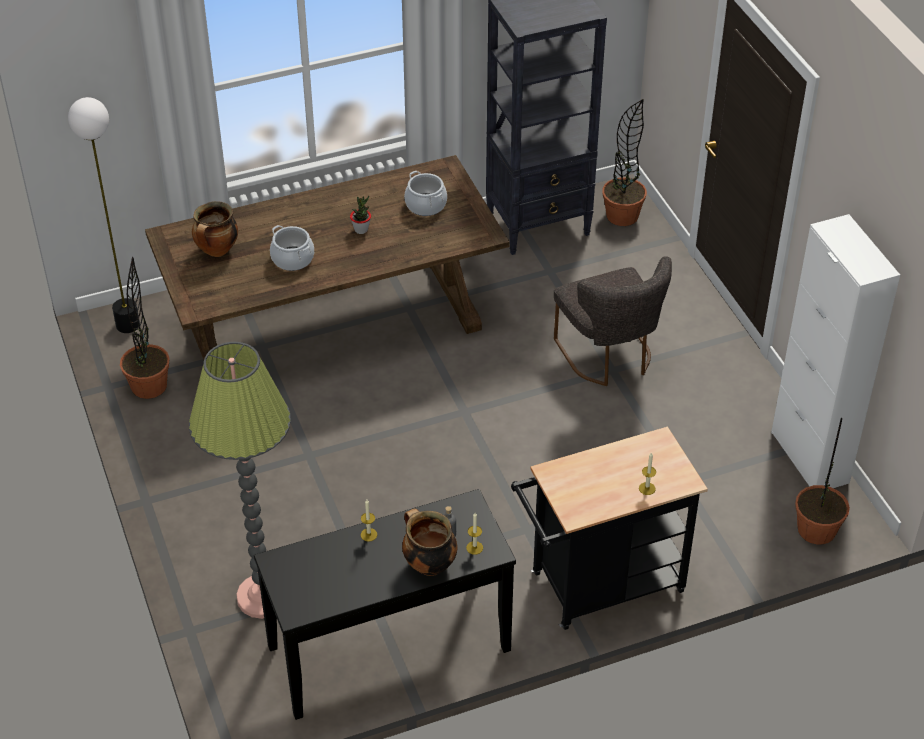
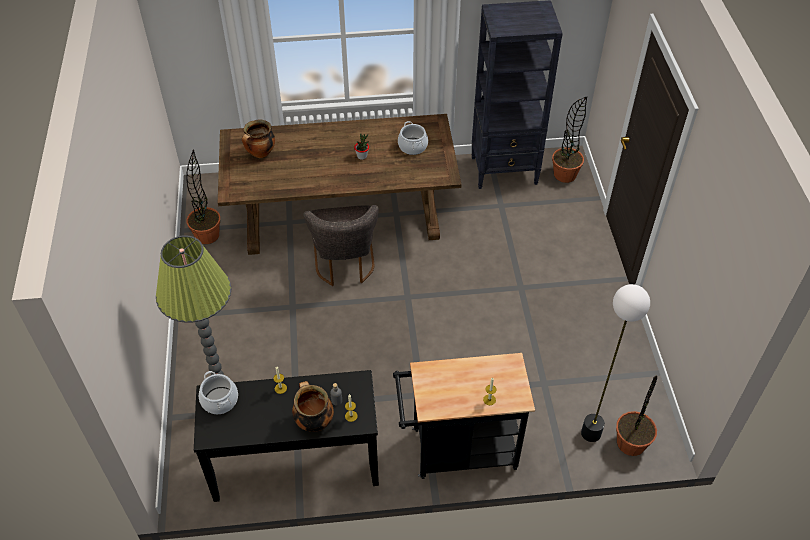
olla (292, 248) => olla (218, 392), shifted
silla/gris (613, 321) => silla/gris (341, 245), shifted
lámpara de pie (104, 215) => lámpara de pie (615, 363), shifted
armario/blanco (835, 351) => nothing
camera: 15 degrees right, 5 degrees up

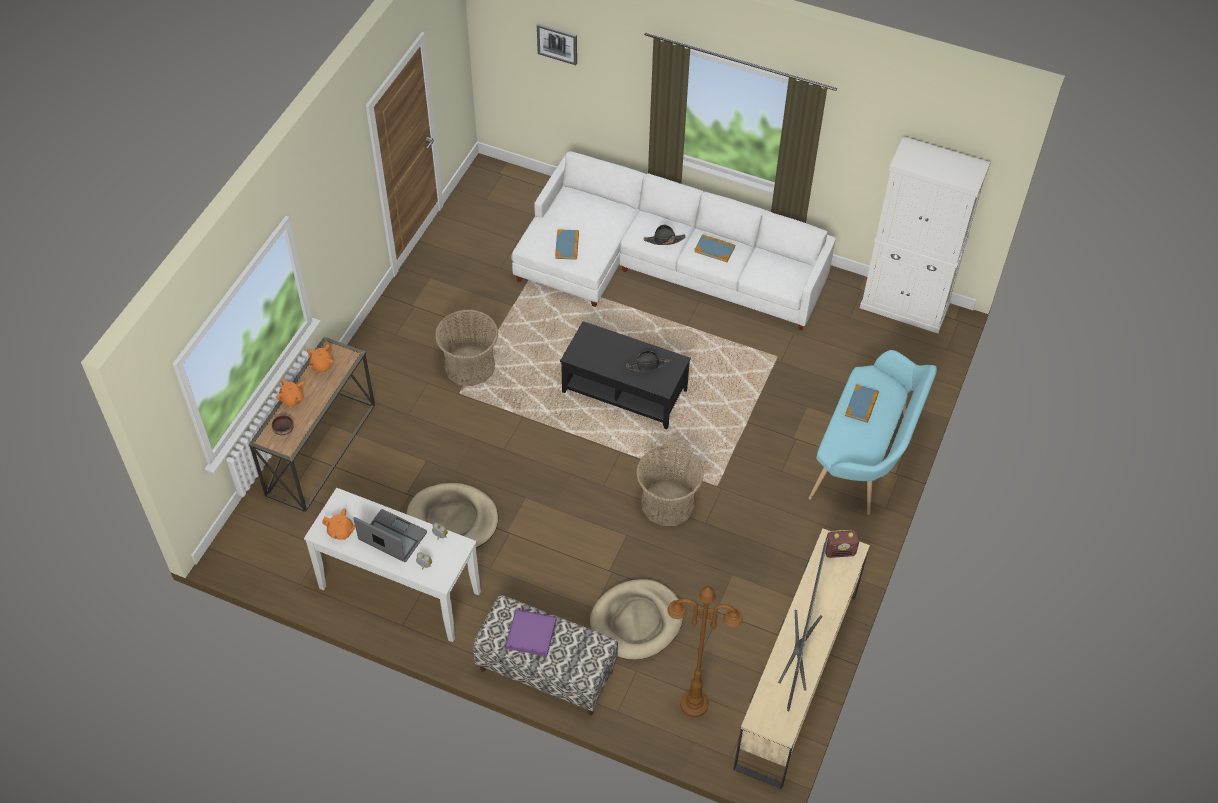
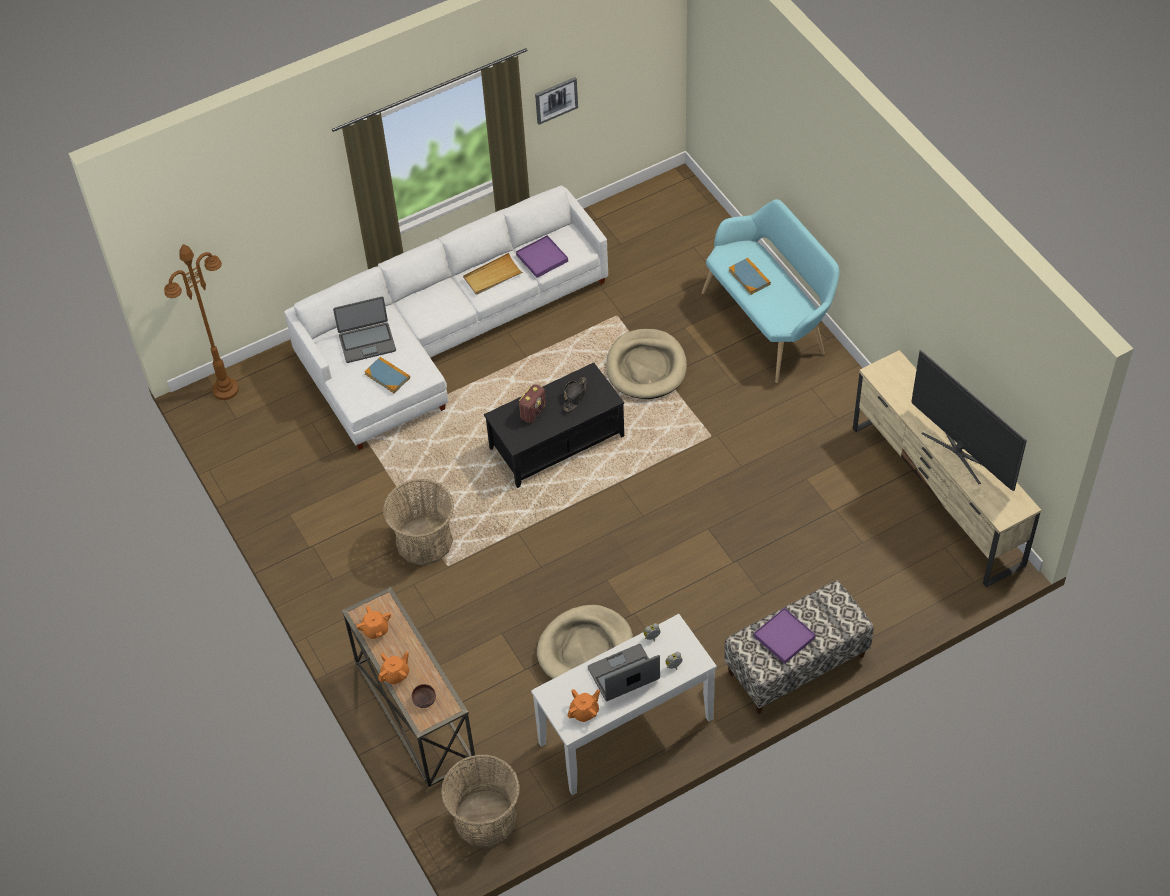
lámpara de pie/marrón (705, 651) => lámpara de pie/marrón (201, 322), shifted
nothing => portátil (364, 329)
tetera/naranja (290, 393) => tetera/naranja (393, 668), 45 degrees counterclockwise
cesta (670, 485) => cesta (480, 801), shifted
libro (714, 248) => bandeja/beis (493, 274)
nothing => bandeja/morado (542, 256)
radio (842, 544) => radio (532, 403), shifted
cuadro (557, 44) => cuadro (556, 101), shifted
cama para perro/beis (636, 619) => cama para perro/beis (646, 364), shifted
sombrero/negro (664, 235) => nothing
armario/blanco (925, 234) => nothing
camera: 50 degrees left, 0 degrees up

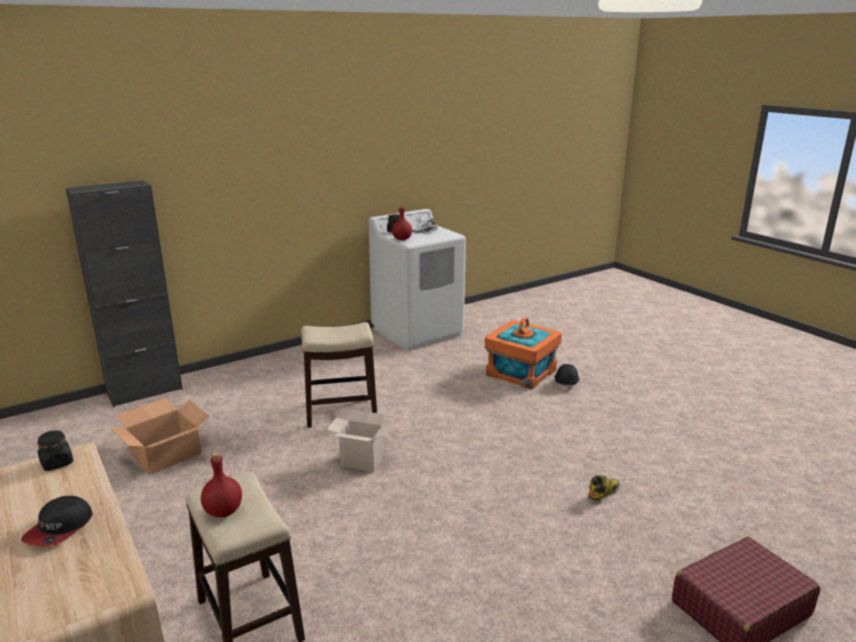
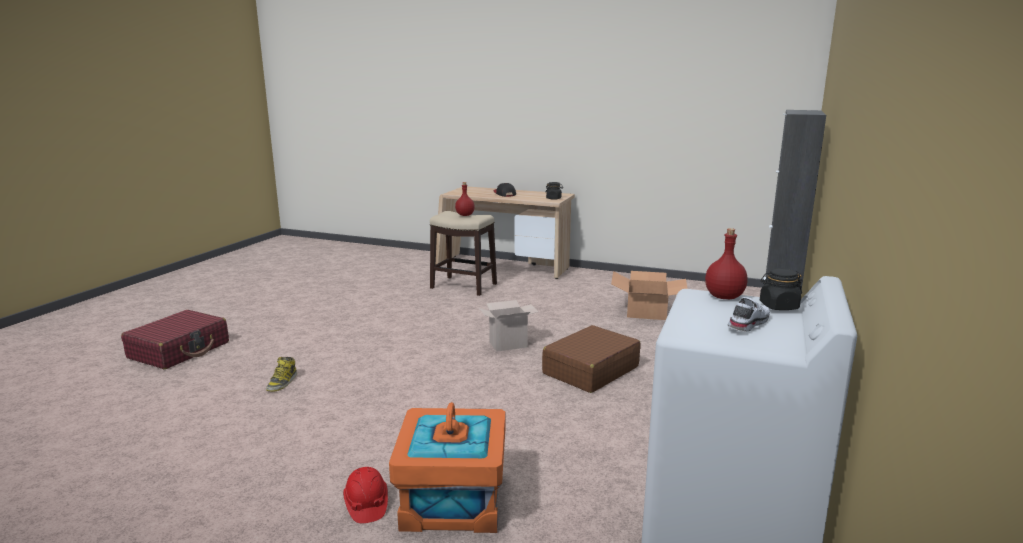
casco/negro (567, 378) => casco/rojo (365, 495)
taburete (339, 375) => maleta/marrón (591, 359)
camera: 145 degrees right, 5 degrees down

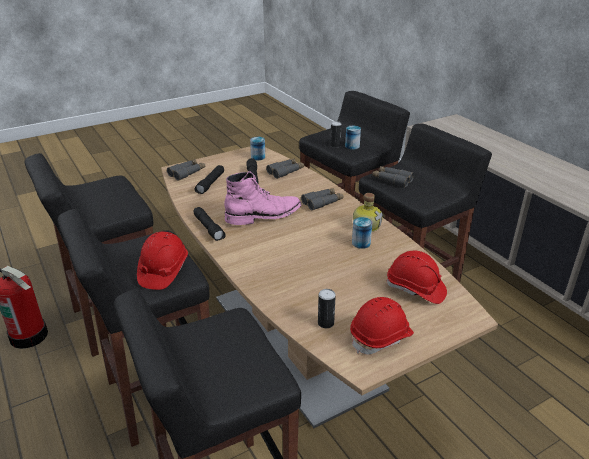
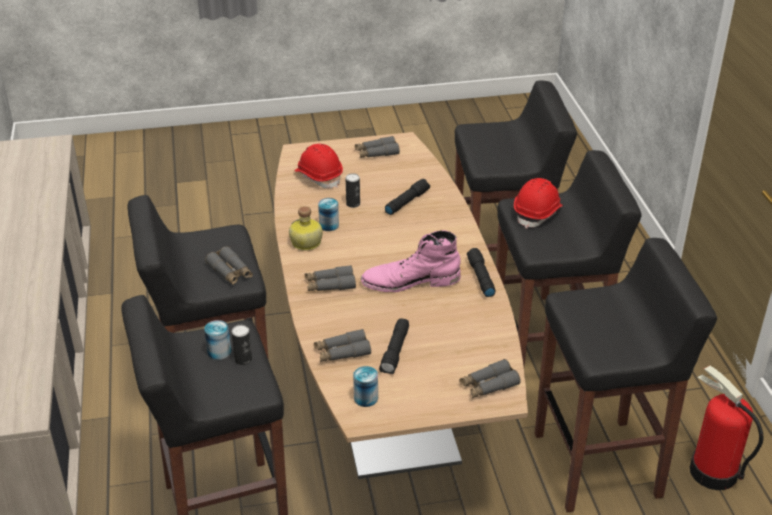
lata (327, 308) => lata (353, 190), shifted
casco/rojo (382, 325) => prismáticos/gris (377, 147)
linterna/negro (209, 179) => linterna/negro (407, 197), shifted
camera: 160 degrees left, 5 degrees up

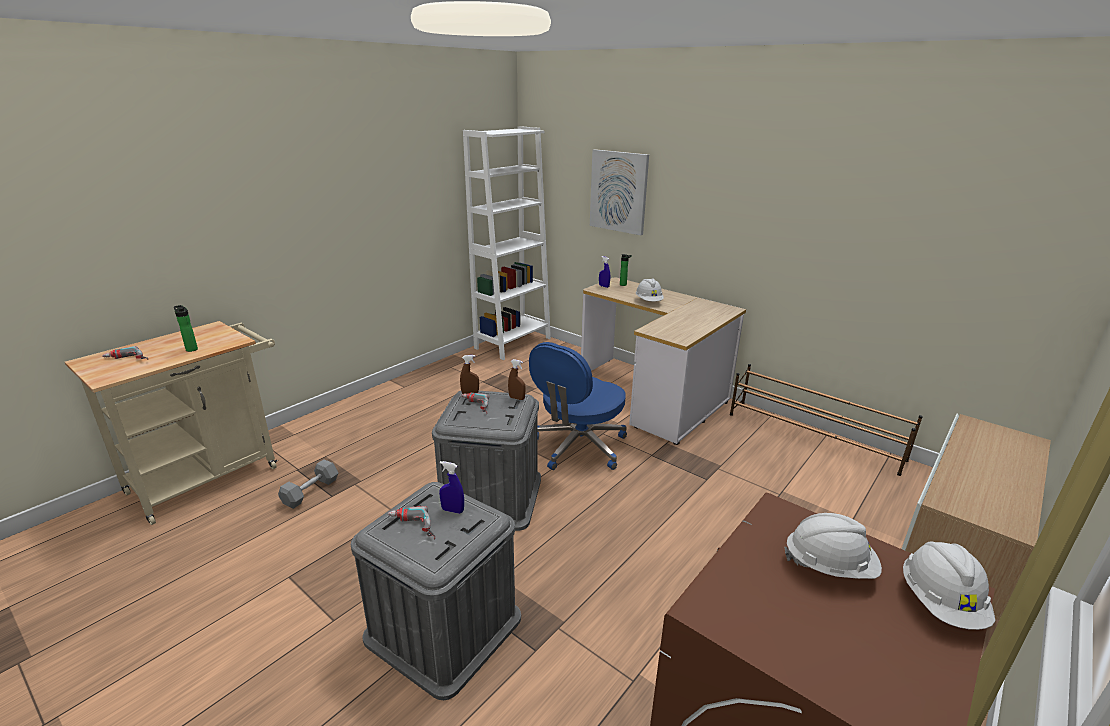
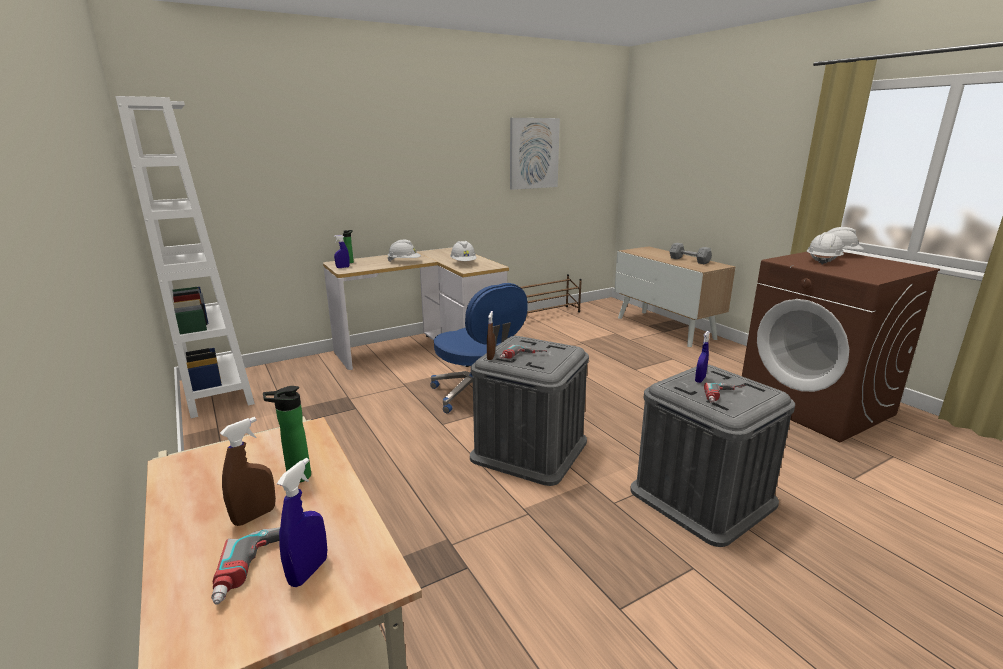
pulverizador/marrón (516, 379) => pulverizador/marrón (248, 471), shifted
nothing => pulverizador/azul (302, 522)
nothing => casco/blanco (463, 251)
cuadro (619, 192) => cuadro (535, 154), shifted
mancuerna/gris (308, 484) => mancuerna/gris (690, 253), shifted
camera: 70 degrees left, 5 degrees down

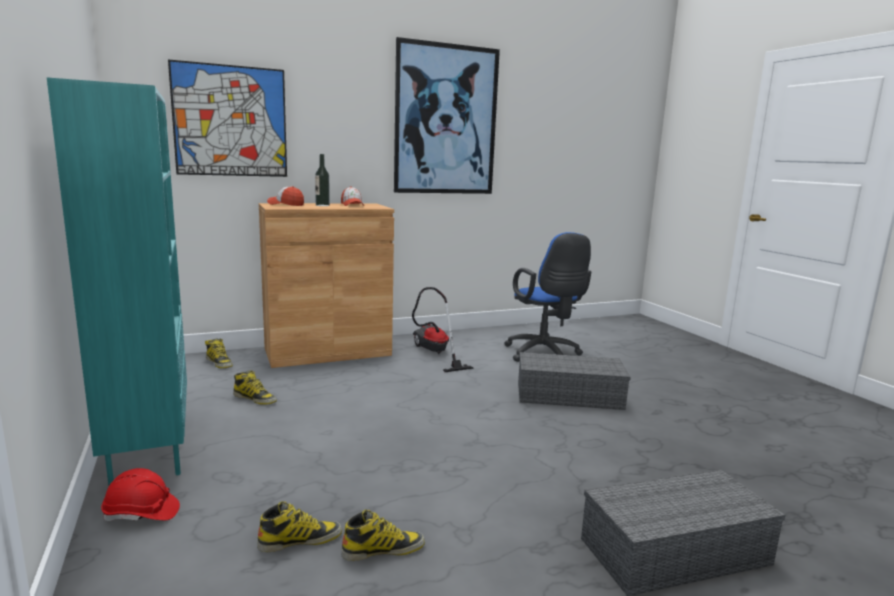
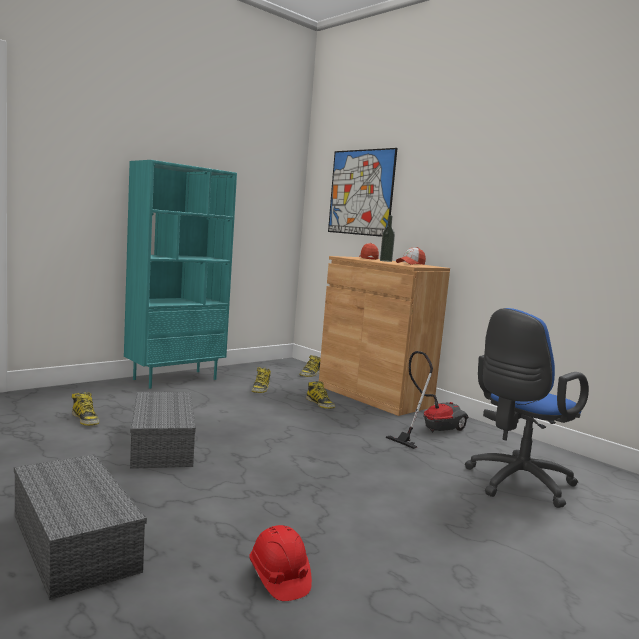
caja de almacenaje/gris (574, 381) => caja de almacenaje/gris (163, 430), shifted
casco/rojo (140, 494) => casco/rojo (280, 563), shifted
bota (383, 535) => bota (320, 395), shifted
cuadro (447, 115) => nothing
camera: 70 degrees right, 5 degrees down

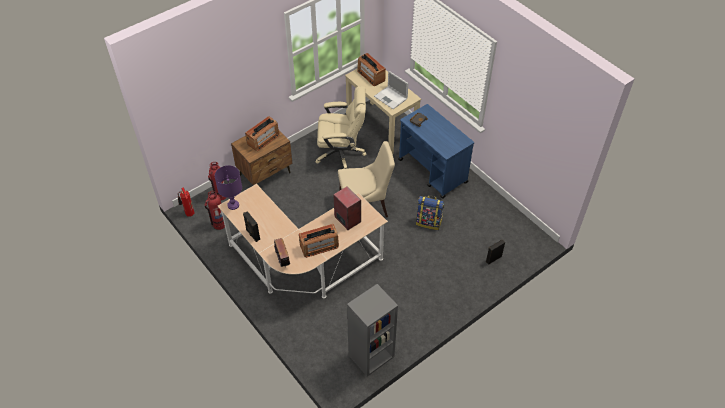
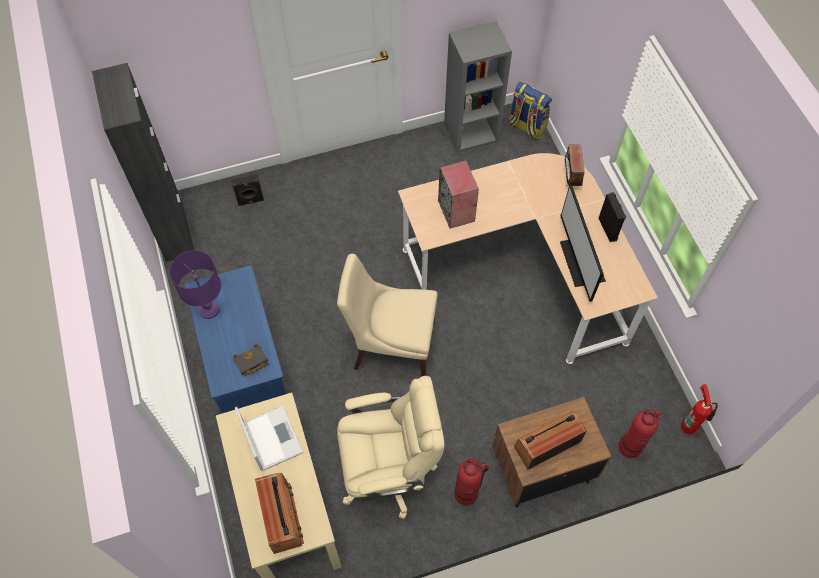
nothing => armario/negro (143, 162)
lámpara de mesa/morado (228, 187) => lámpara de mesa/morado (195, 284), shifted
silla de oficina/beis (341, 127) => silla de oficina/beis (390, 447), 150 degrees clockwise
extintor (215, 210) => extintor (471, 482), shifted
mochila (430, 212) => mochila (530, 110), shifted
nothing => monitor (583, 243)
radio (319, 241) => nothing
camera: 160 degrees left, 10 degrees up

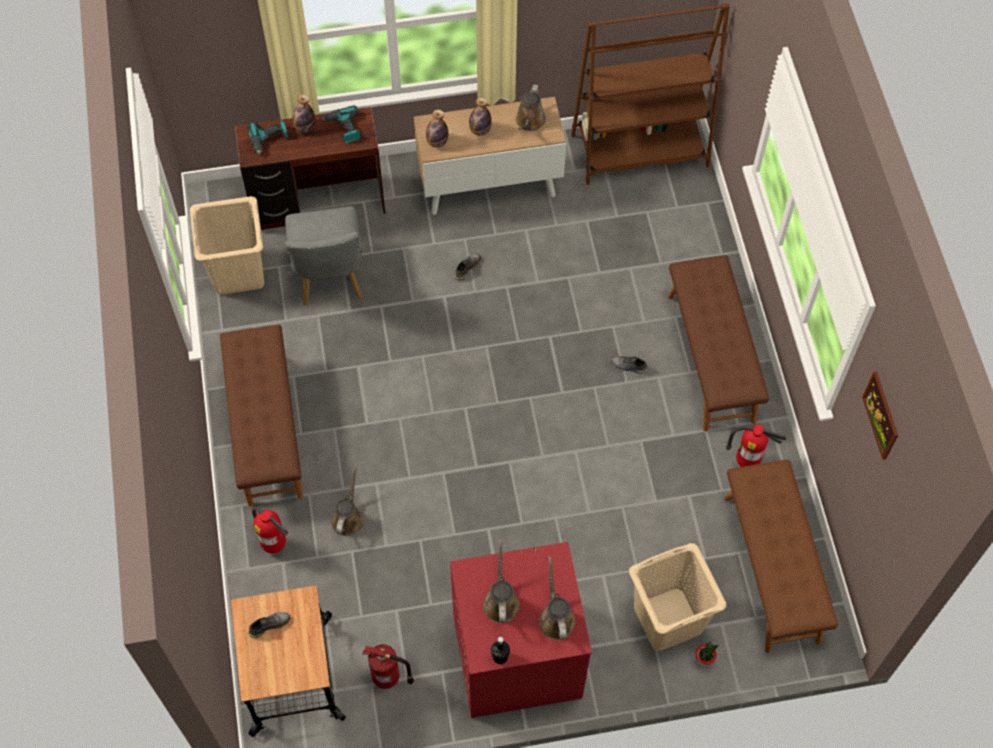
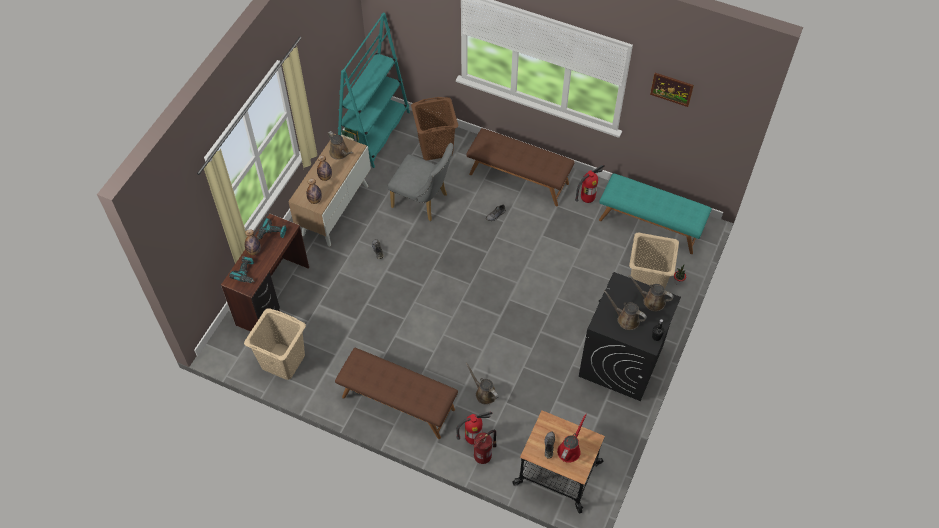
estantería/marrón (650, 94) => estantería/turquesa (374, 90)
silla/gris (324, 256) => silla/gris (420, 182), shifted
nothing => cesto de la ropa/marrón (434, 128)
extintor (388, 666) => extintor (485, 447), shifted
nothing => regadera/rojo (572, 438)
lavadora/rojo (521, 630) => lavadora/negro (630, 336)
banco/marrón (781, 556) => banco/turquesa (655, 213)
camera: 55 degrees left, 5 degrees down

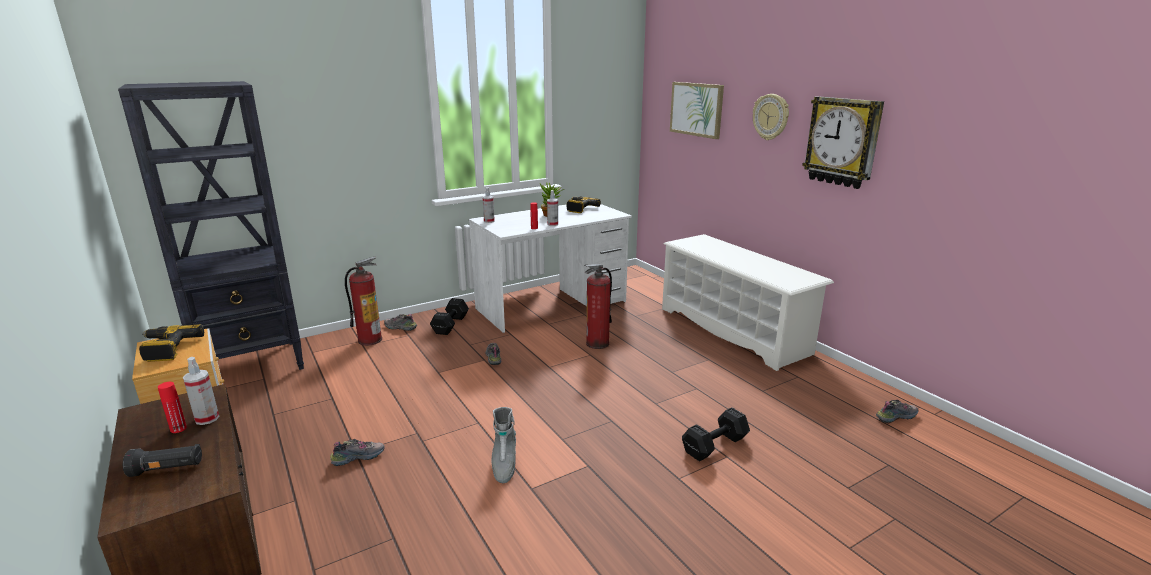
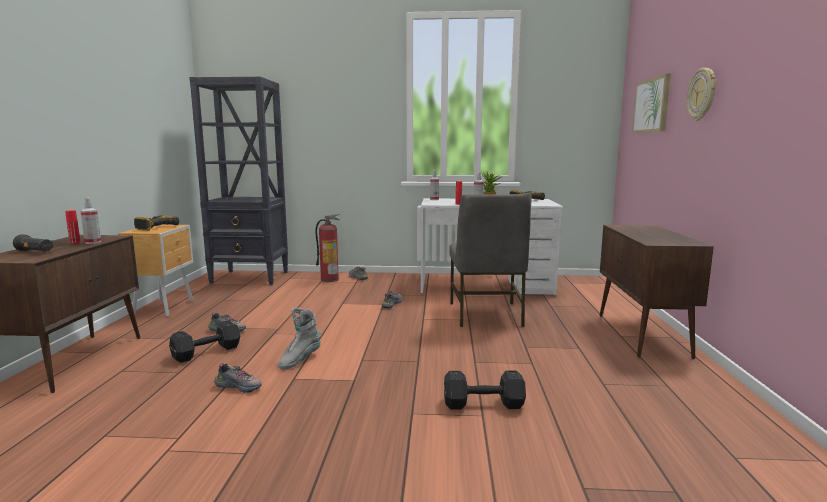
mancuerna/negro (449, 316) => mancuerna/negro (204, 341), shifted
zapato (897, 411) => zapato (238, 378), shifted
extintor (598, 306) => silla/gris (490, 260)
zapatero/blanco (748, 302) => armario/marrón (656, 292)
reloj de pared (843, 142) => nothing
camera: 35 degrees right, 10 degrees down

